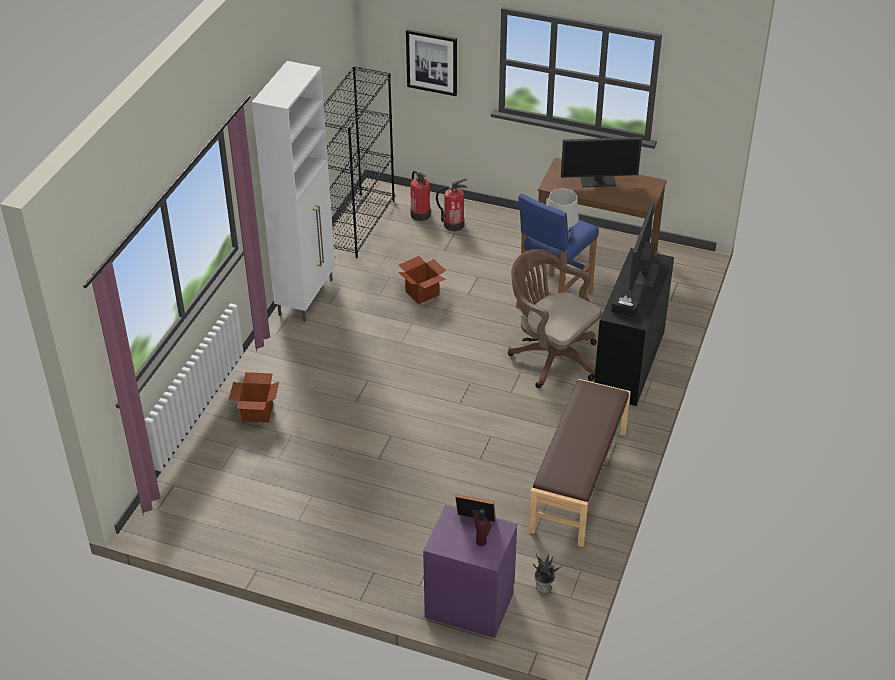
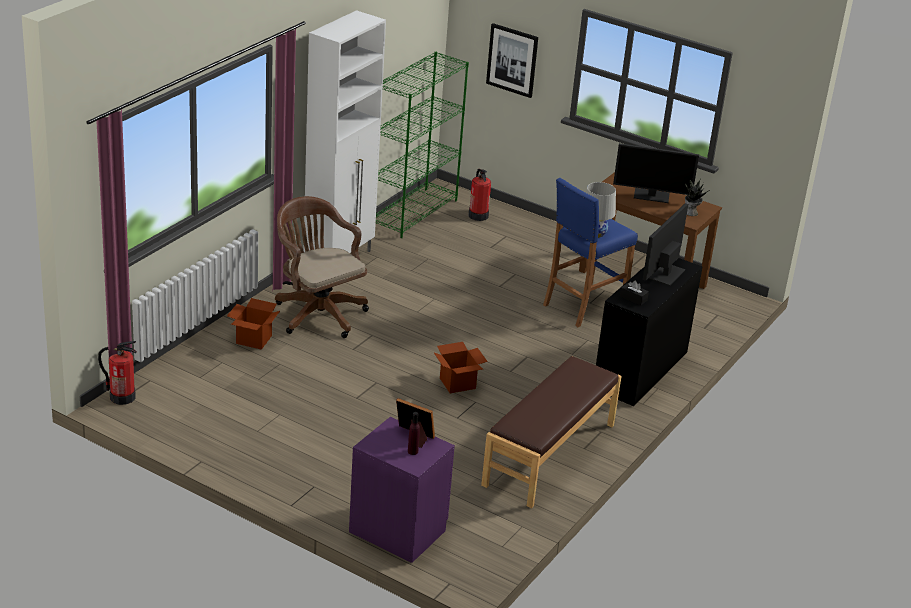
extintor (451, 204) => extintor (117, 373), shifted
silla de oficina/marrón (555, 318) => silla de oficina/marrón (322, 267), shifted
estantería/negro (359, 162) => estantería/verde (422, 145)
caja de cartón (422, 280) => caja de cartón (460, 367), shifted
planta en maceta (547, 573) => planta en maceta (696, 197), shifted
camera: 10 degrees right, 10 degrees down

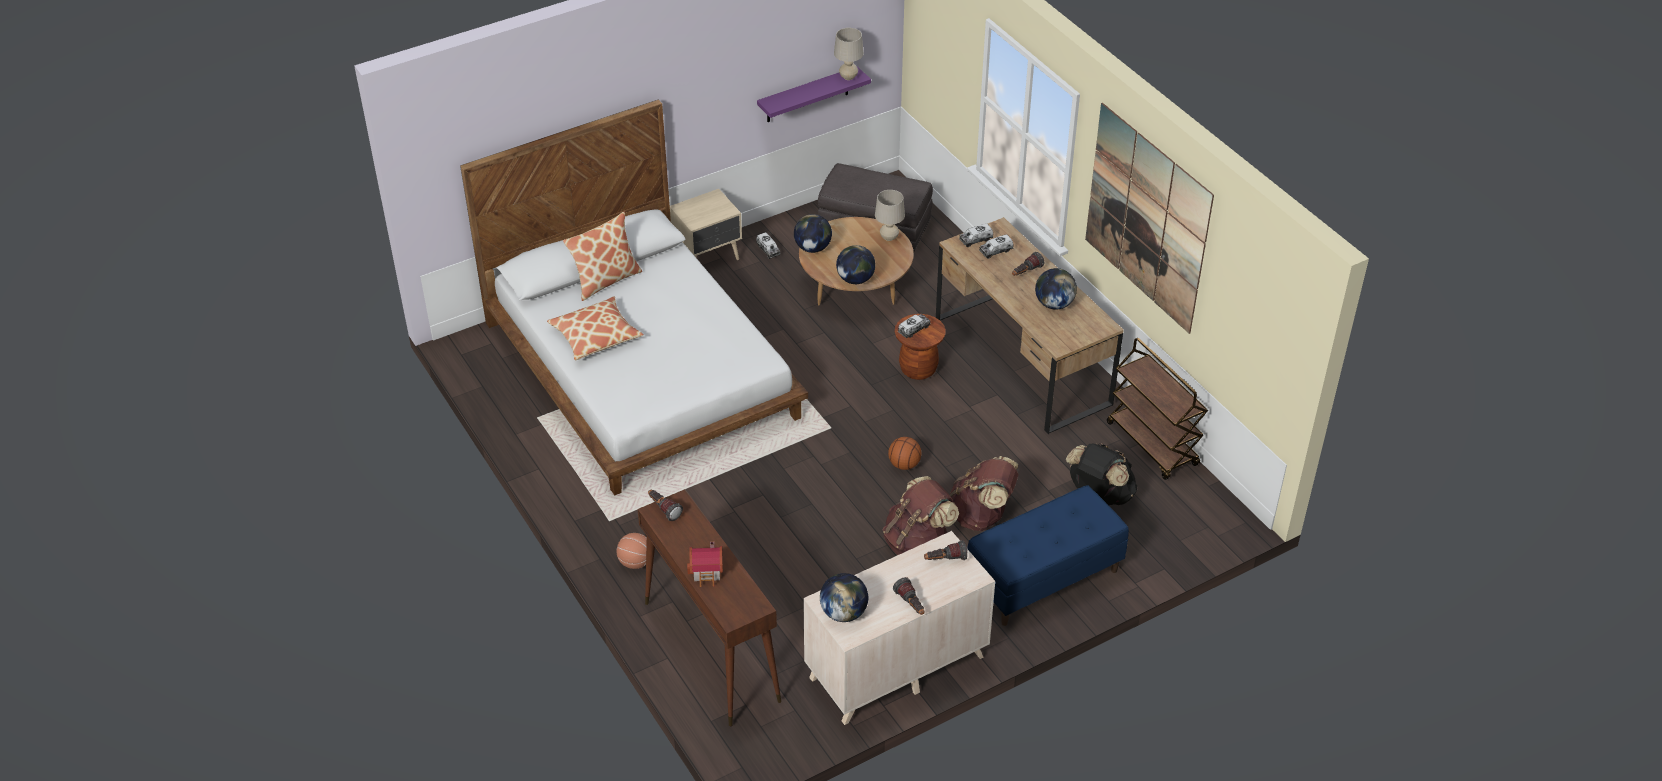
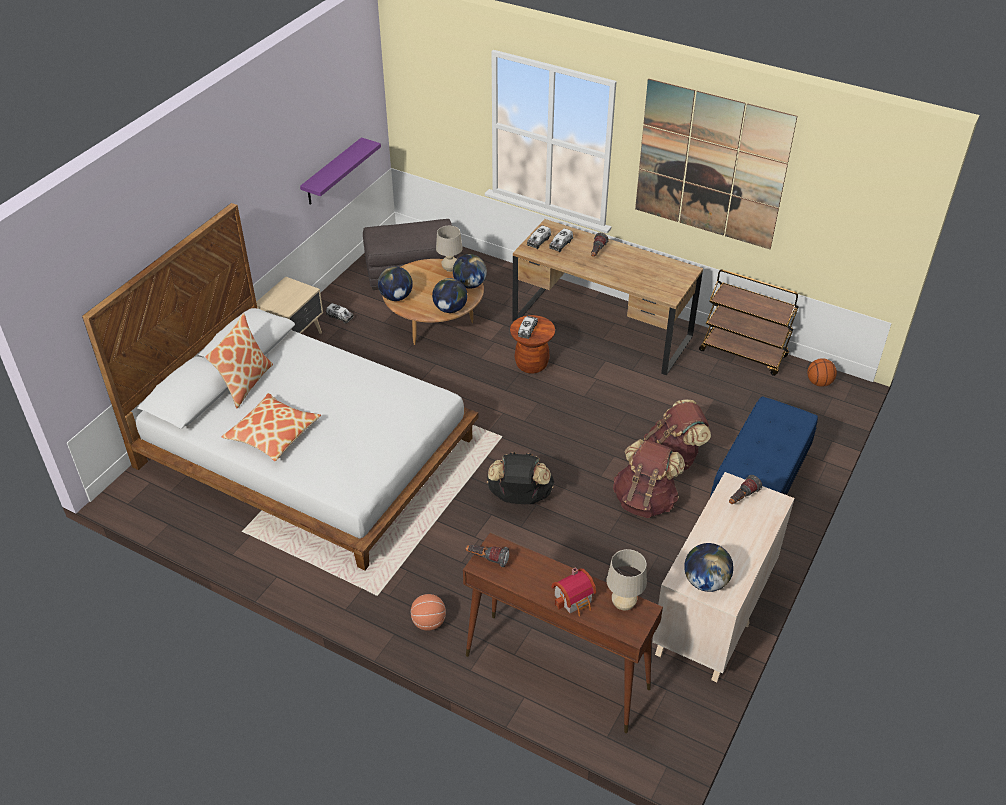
globo terráqueo (1056, 289) => globo terráqueo (470, 271), shifted
mochila/negro (1101, 474) => mochila/negro (520, 478), shifted
lámpara de mesa/beis (849, 54) => lámpara de mesa/beis (626, 579), shifted
balón de baloncesto (905, 453) => balón de baloncesto (822, 372), shifted
linterna (909, 596) => nothing
camera: 30 degrees left, 0 degrees up

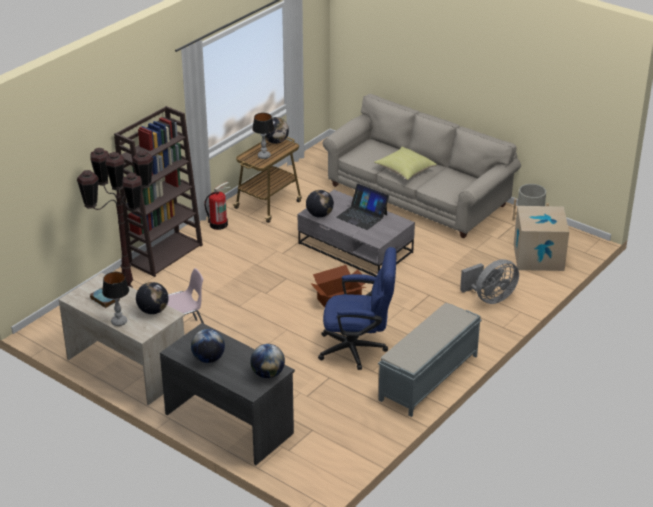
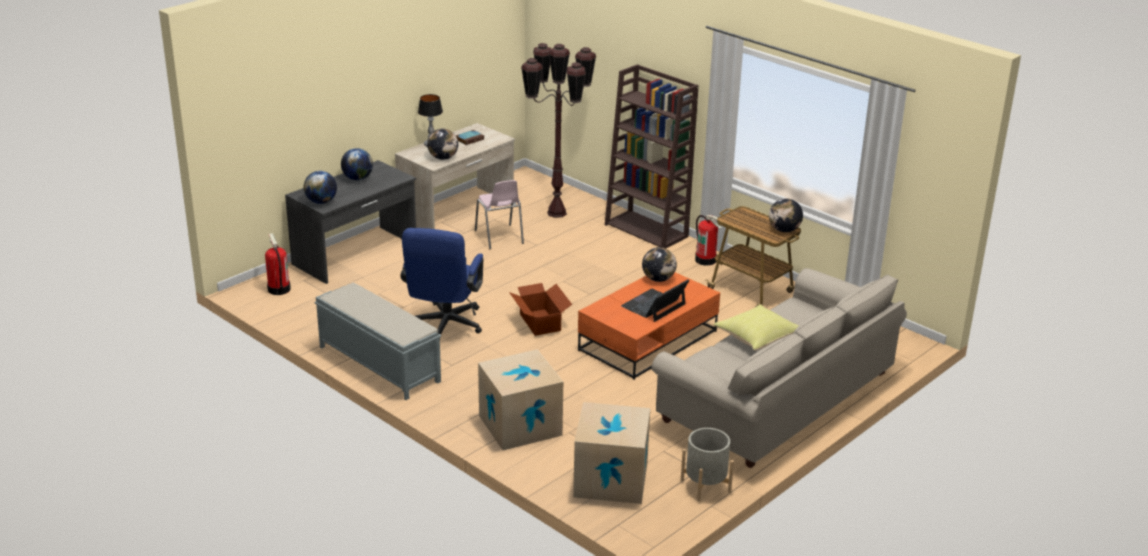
nothing => extintor (278, 264)
ventilador/gris (489, 281) => caja de cartón (520, 399)
mesa de centro/gris (356, 233) => mesa de centro/naranja (649, 326)
lámpara de mesa (263, 136) => nothing
camera: 95 degrees right, 5 degrees down

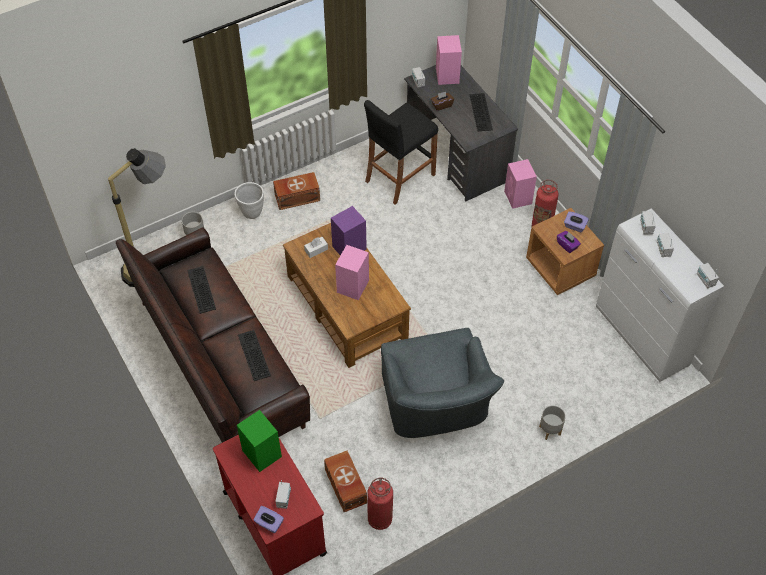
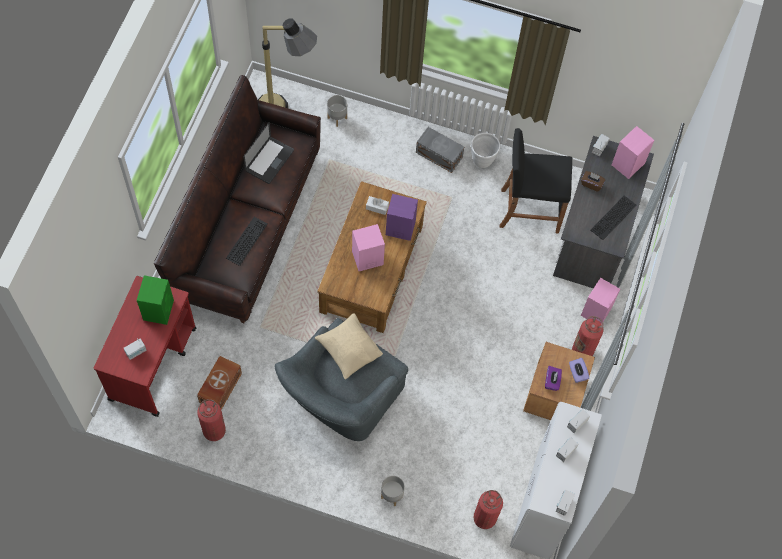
teclado (201, 290) => portátil (269, 153)
nothing => cojín/beis (349, 346)
caja de almacenaje/marrón (296, 191) => caja de almacenaje/gris (440, 150)
maceta/blanco (249, 200) => maceta/blanco (485, 150), shifted
nothing => extintor (488, 509)
caja de pañuelos/morado (268, 519) => nothing
camera: 45 degrees right, 10 degrees up

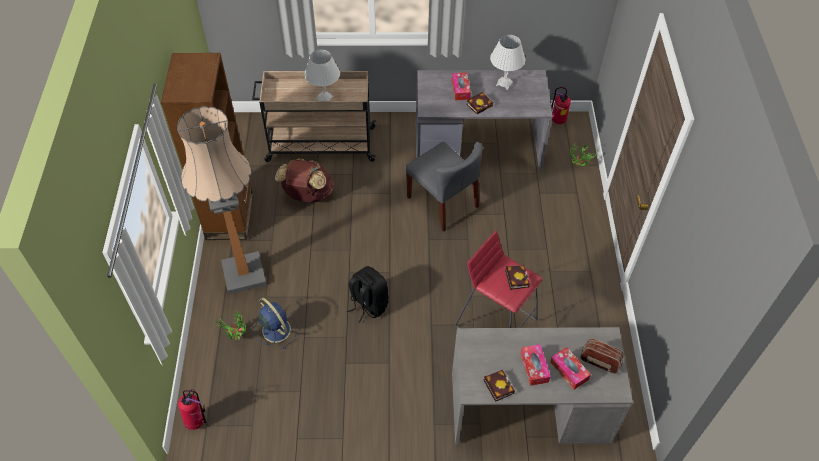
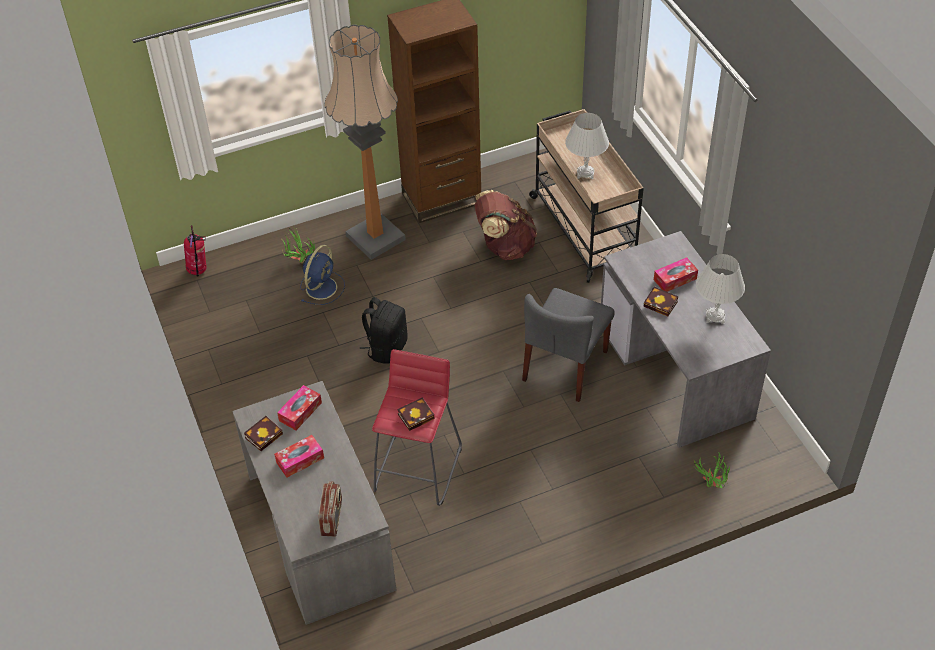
caja de pañuelos (570, 368) => caja de pañuelos (299, 407), shifted
extintor (560, 105) => nothing
camera: 70 degrees right, 5 degrees down

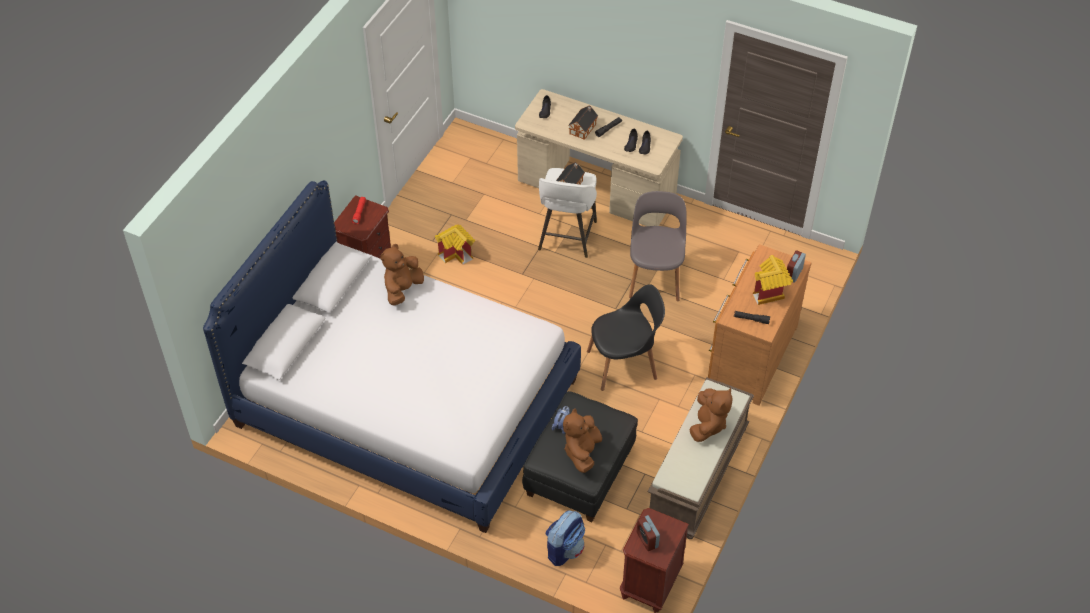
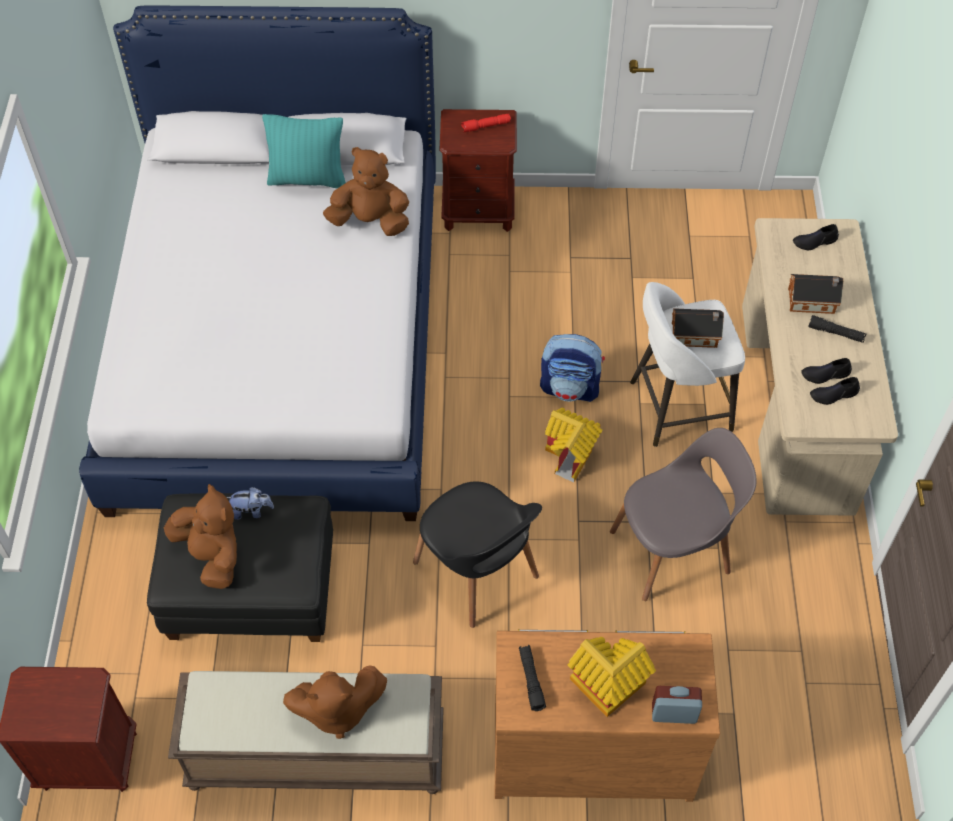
peluche/marrón (582, 440) => peluche/marrón (200, 536), 60 degrees clockwise
nothing => cojín/turquesa (304, 151)
mochila (565, 538) => mochila (572, 368), shifted
casita (455, 244) => casita (574, 445), shifted
despertador (648, 533) => nothing
camera: 65 degrees right, 5 degrees up

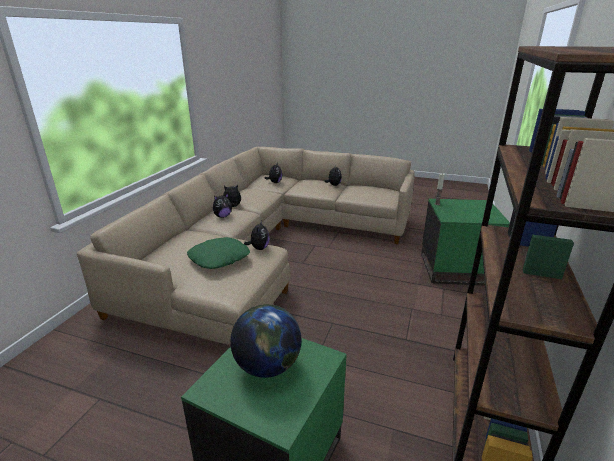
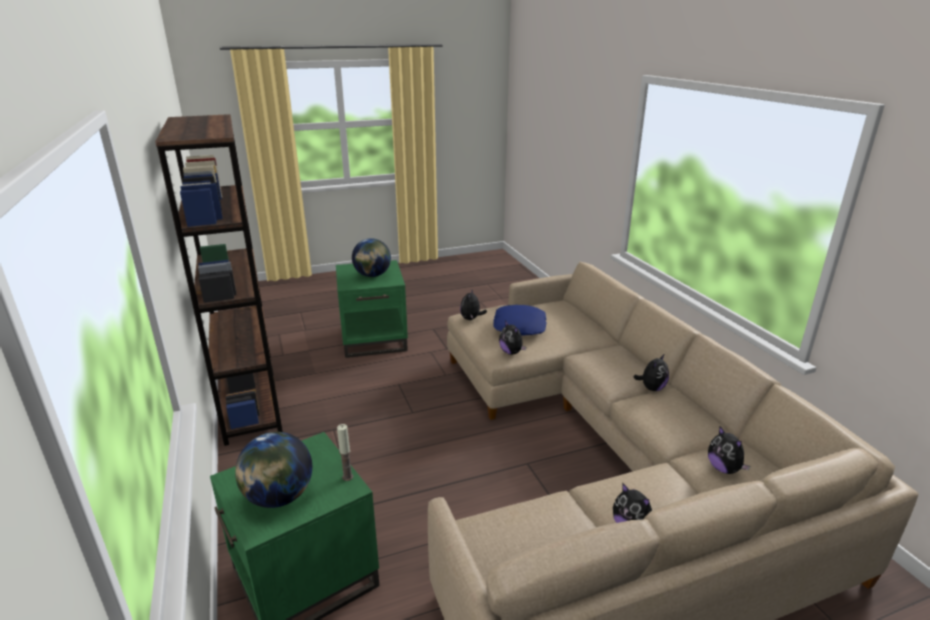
nothing => globo terráqueo (273, 470)
peluche (222, 205) => peluche (473, 305), shifted
cojín/verde (218, 253) => cojín/azul (520, 320)
camera: 140 degrees right, 0 degrees up

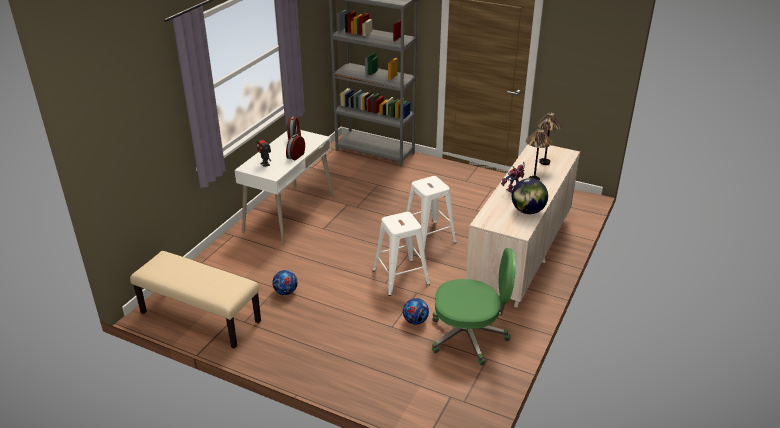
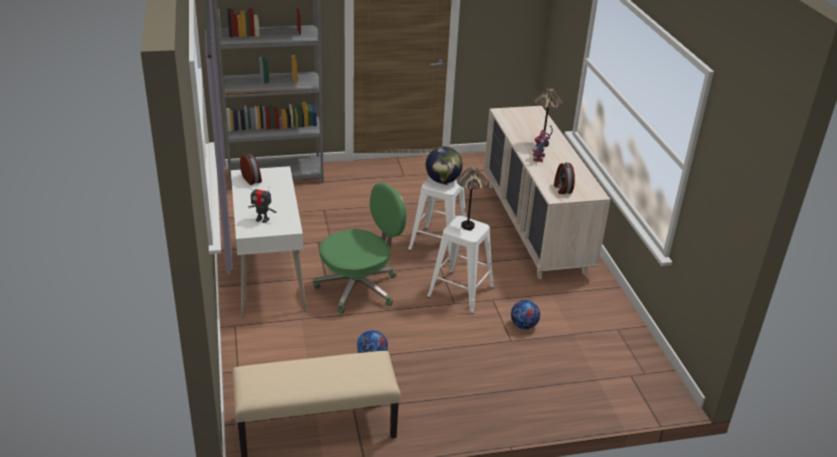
silla de oficina/verde (474, 307) => silla de oficina/verde (360, 248), shifted
globo terráqueo (530, 196) => globo terráqueo (444, 165), shifted
lámpara de mesa (550, 139) => lámpara de mesa (471, 198), shifted
despertador (295, 147) => despertador (564, 178), shifted
camera: 40 degrees left, 0 degrees up

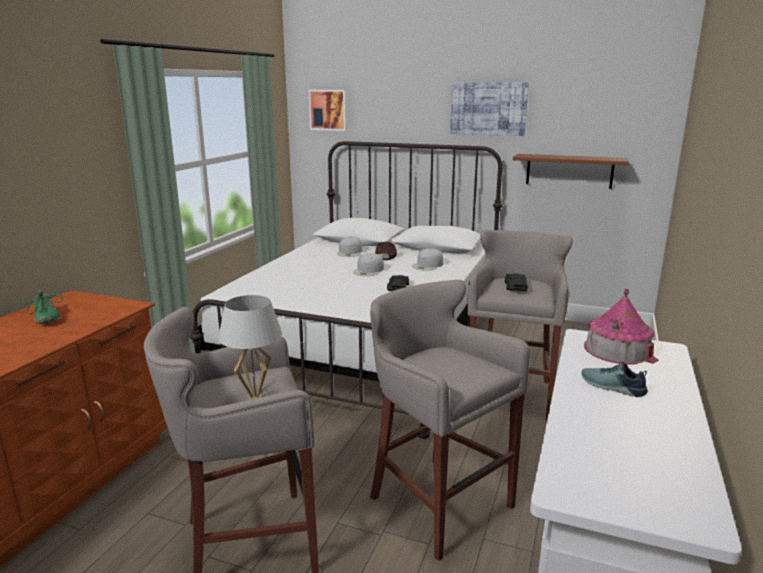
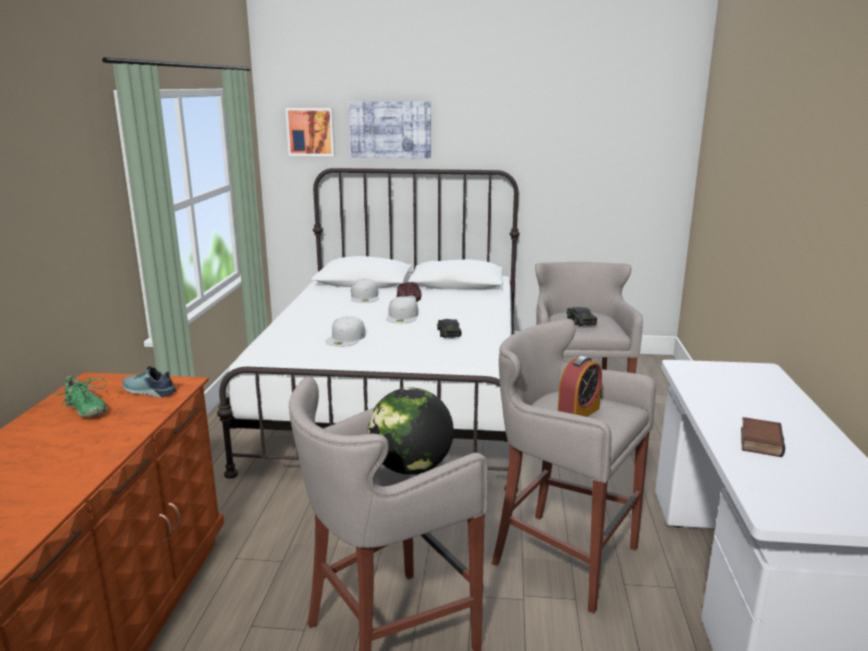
zapato (614, 379) => zapato (149, 381), shifted
gorra/blanco (428, 259) => gorra/blanco (345, 331), shifted
cuadro (489, 109) => cuadro (390, 129), shifted
lámpara de mesa/blanco (250, 347) => globo terráqueo (410, 431)
nothing => despertador (580, 386)
nothing => libro (763, 437)
estante/marrón (571, 171) => nothing
casita (621, 326) => nothing
camera: 15 degrees left, 0 degrees up

